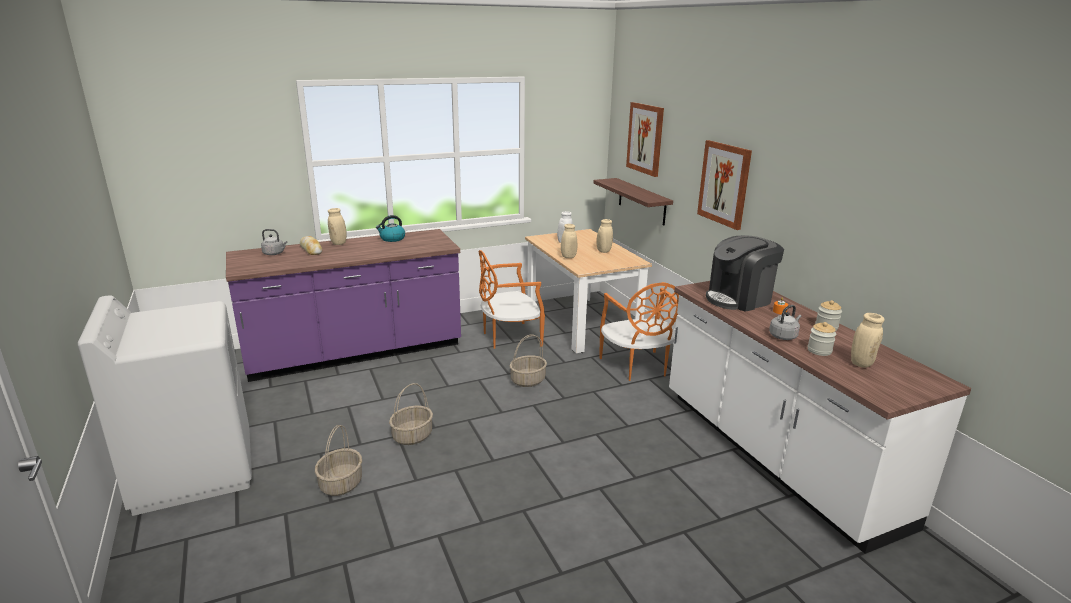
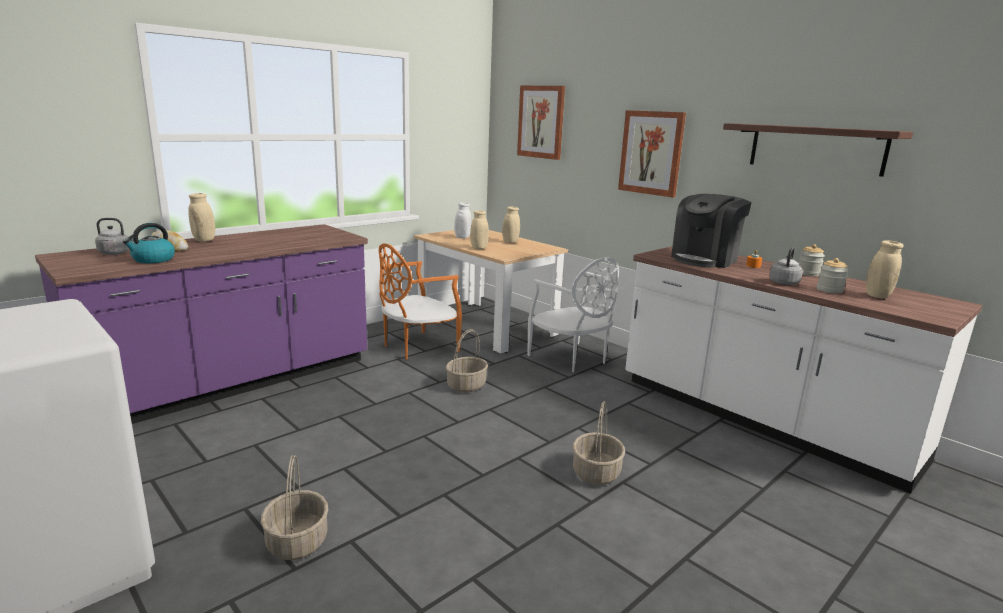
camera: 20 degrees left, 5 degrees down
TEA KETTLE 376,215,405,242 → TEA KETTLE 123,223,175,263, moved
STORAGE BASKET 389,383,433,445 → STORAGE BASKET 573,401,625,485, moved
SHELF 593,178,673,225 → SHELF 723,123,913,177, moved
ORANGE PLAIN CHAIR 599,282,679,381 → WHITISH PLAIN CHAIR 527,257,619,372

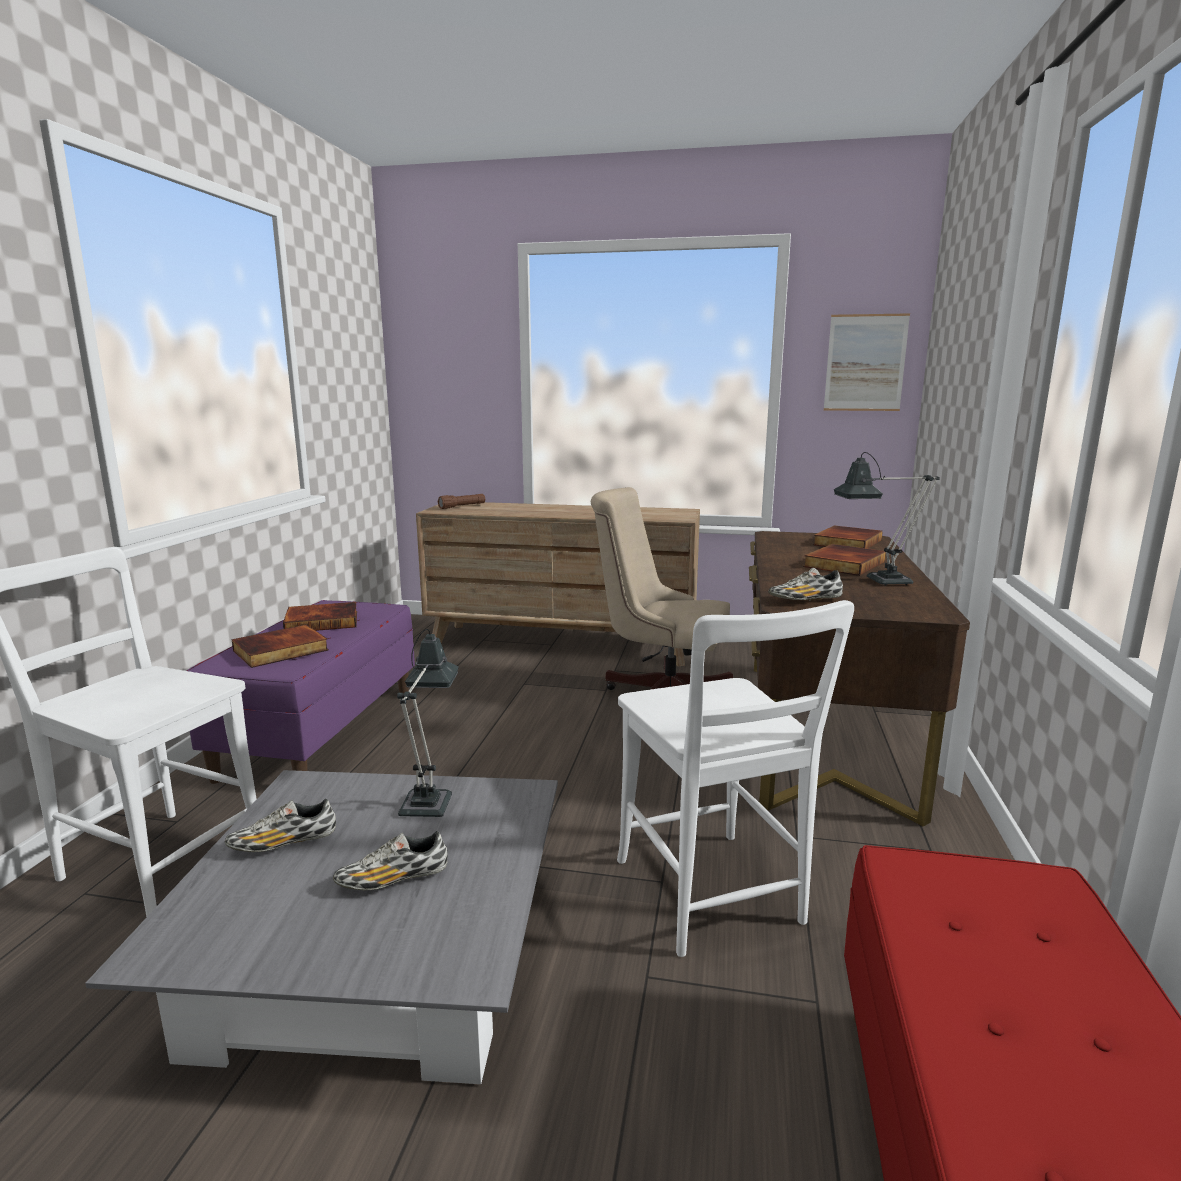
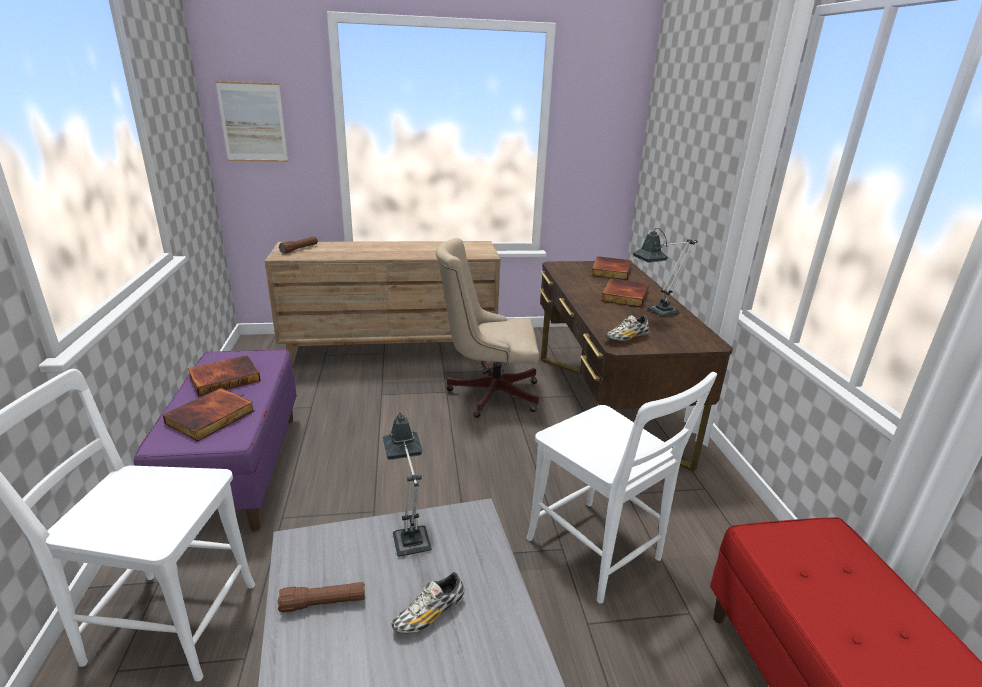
camera: 20 degrees left, 10 degrees up
SHOE 225,799,336,852 → BROWN-COLOURED HAND TORCH 277,582,365,613
WALL PICTURE 824,313,910,411 → WALL PICTURE 215,81,288,162, moved

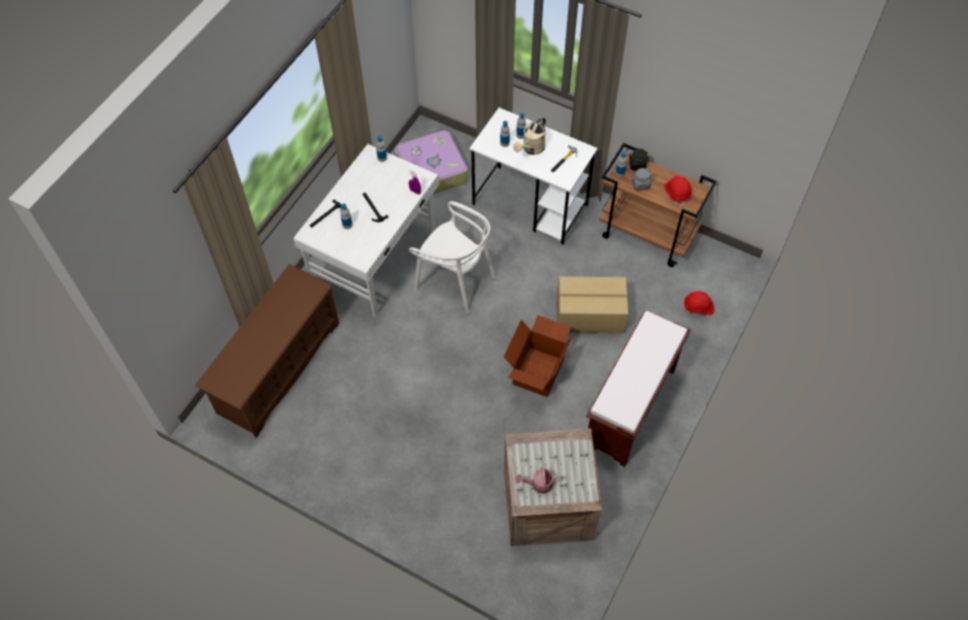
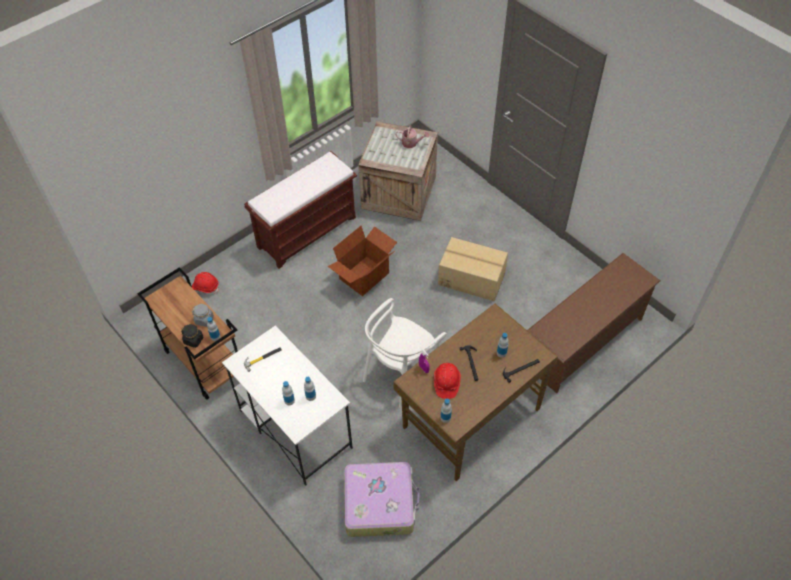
camera: 160 degrees left, 5 degrees down
WHITISH DESK TABLE 293,144,439,317 → BROWN-COLOURED DESK TABLE 393,304,558,481
WHITISH PLAIN CHAIR 409,201,496,312 → WHITISH PLAIN CHAIR 363,298,447,408, 105 degrees counterclockwise
BEIGE SPRINKLING CAN 513,117,546,155 → -
CARDBOARD BOX 557,276,629,333 → CARDBOARD BOX 438,237,508,301, moved
RED WORK HELMET 664,176,692,206 → RED WORK HELMET 434,363,461,399, moved

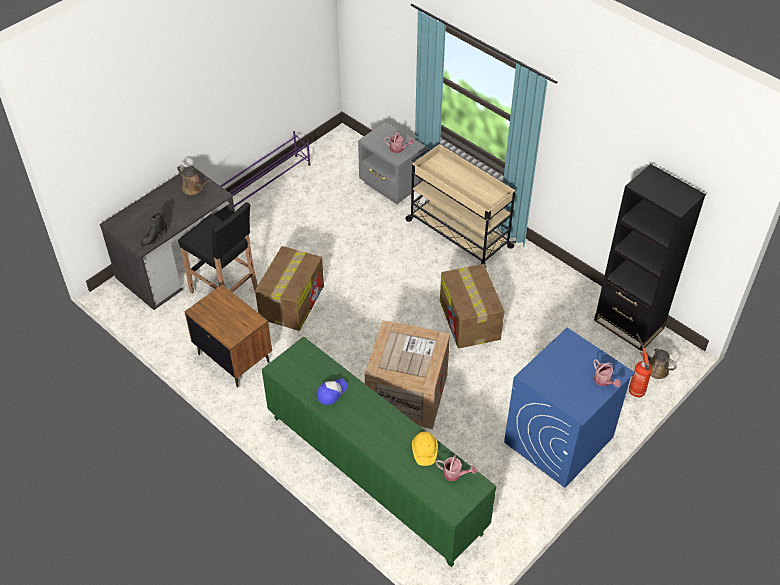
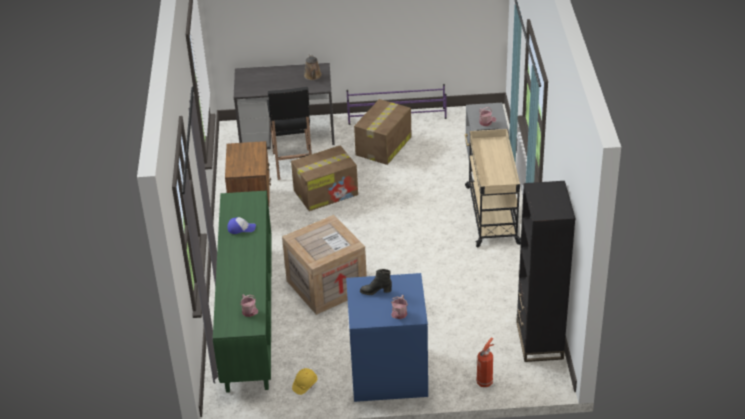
camera: 45 degrees right, 10 degrees down
BLACKISH TALL BOOT 141,213,167,247 → BLACKISH TALL BOOT 360,269,392,295, moved
YELLOWISH WORK HELMET 412,432,438,466 → YELLOWISH WORK HELMET 292,368,317,395, moved
CARDBOARD BOX 440,264,504,349 → CARDBOARD BOX 354,99,412,165, moved
BROWN-COLOURED SPRINKLING CAN 636,334,677,379 → -

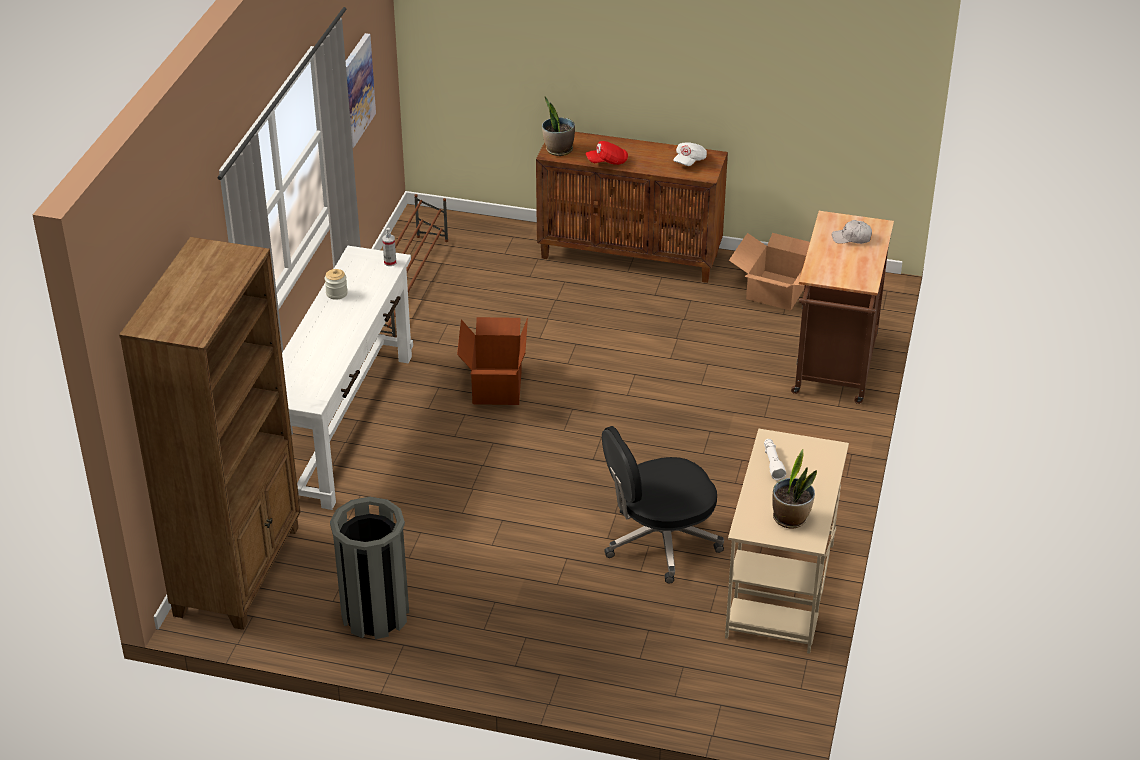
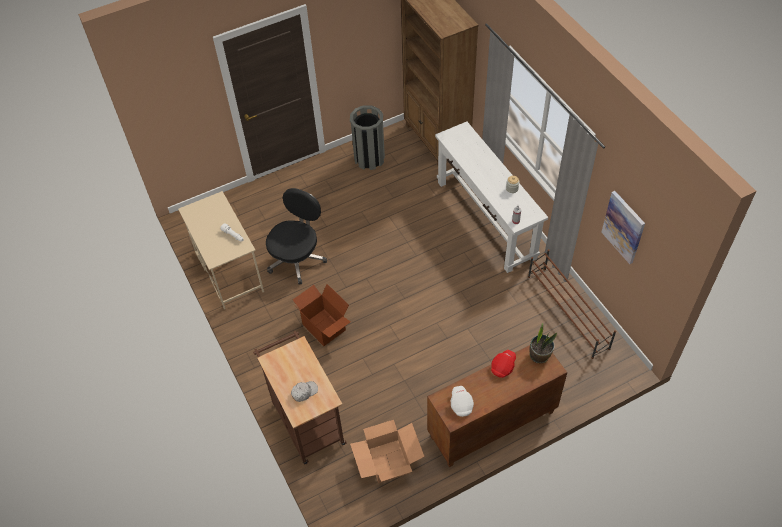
camera: 140 degrees right, 15 degrees up
CARDBOARD BOX 457,317,528,405 → CARDBOARD BOX 293,284,350,346, moved
PLANT IN A POT 772,449,817,529 → -

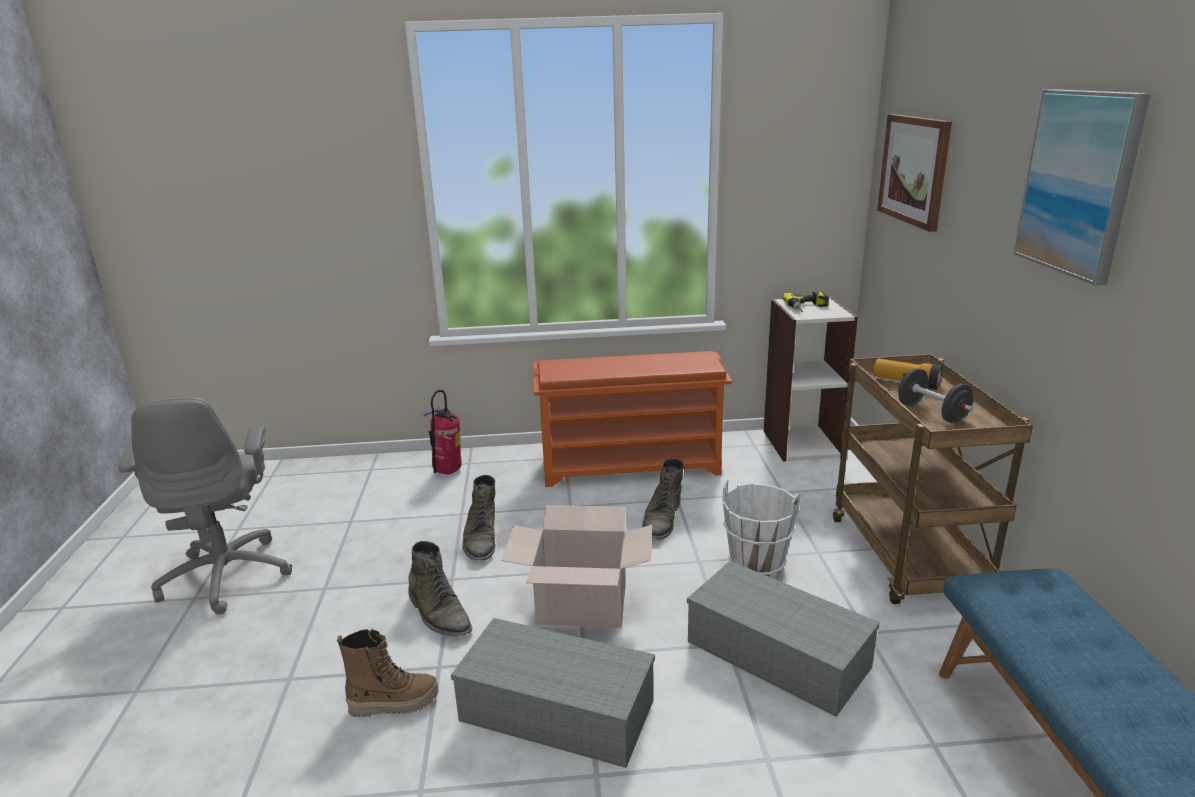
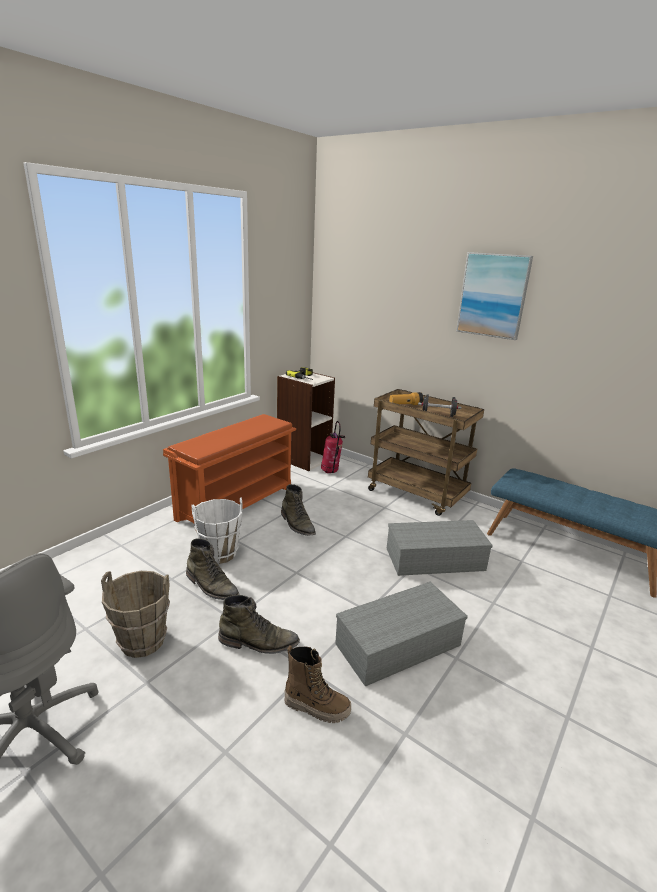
camera: 50 degrees left, 0 degrees up
TALL BOOT 337,629,439,717 → TALL BOOT 285,645,351,723, 75 degrees clockwise
EXTINGUISHER 423,390,462,475 → EXTINGUISHER 321,421,345,473, moved
CARDBOARD BOX 501,505,653,628 → -
WHITISH PAIL 722,480,800,579 → WHITISH PAIL 192,497,243,564, moved
WALL PICTURE 877,114,952,232 → -
- → BROWN-COLOURED PAIL 101,571,170,658

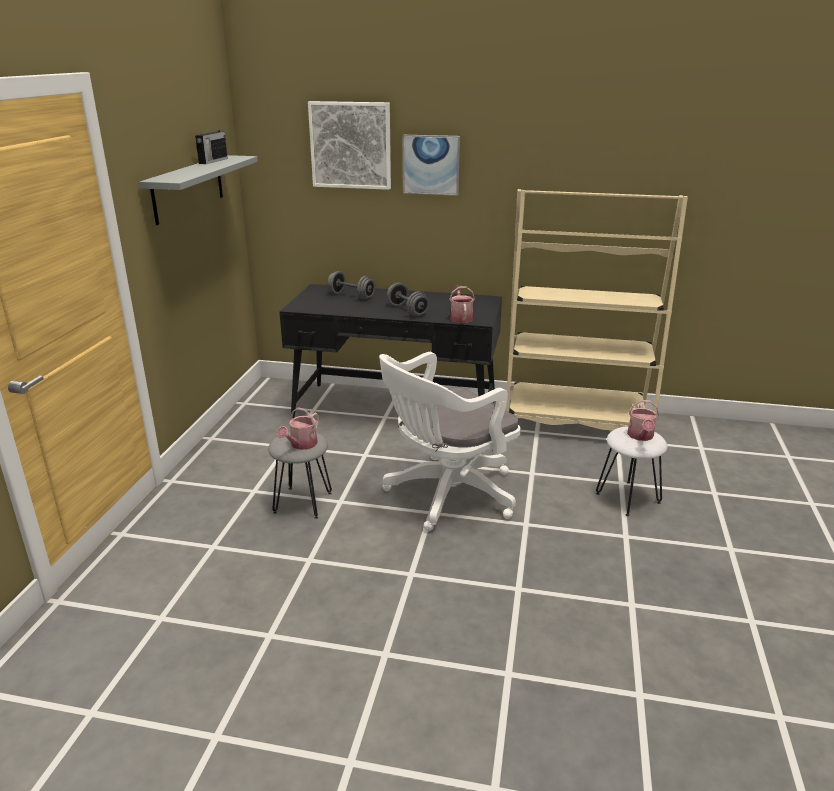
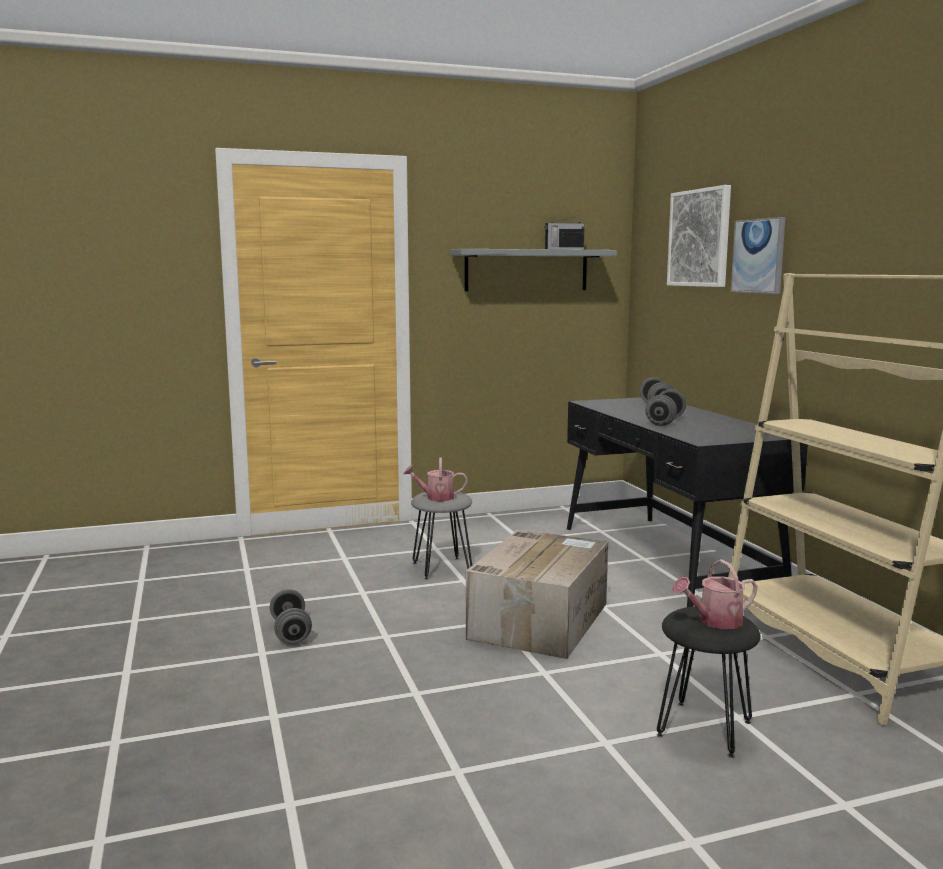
camera: 60 degrees right, 15 degrees down
WHITISH OFFICE CHAIR 379,352,521,531 → CARDBOARD BOX 466,530,608,659
SPRINKLING CAN 449,285,475,323 → -
WHITISH STOOL SEAT 596,426,667,516 → BLACKISH STOOL SEAT 657,607,761,758
- → GREYISH FREE WEIGHT 270,589,312,644

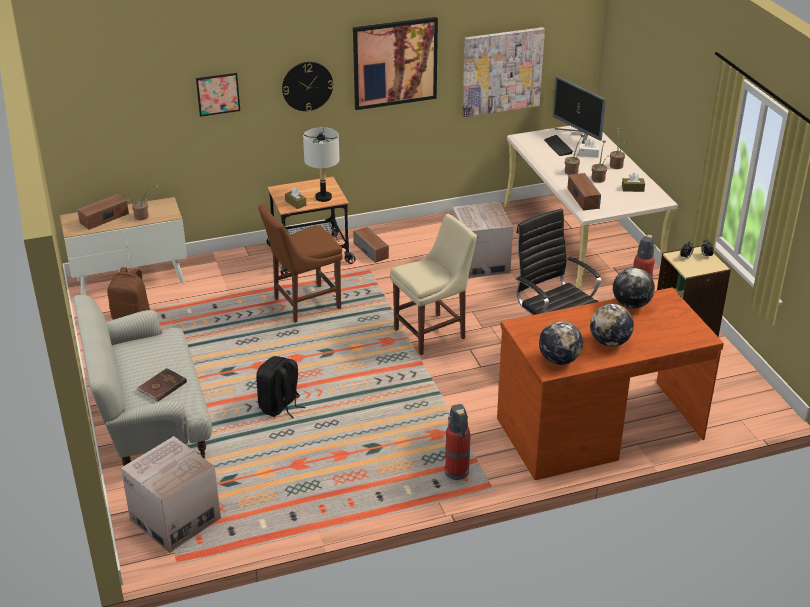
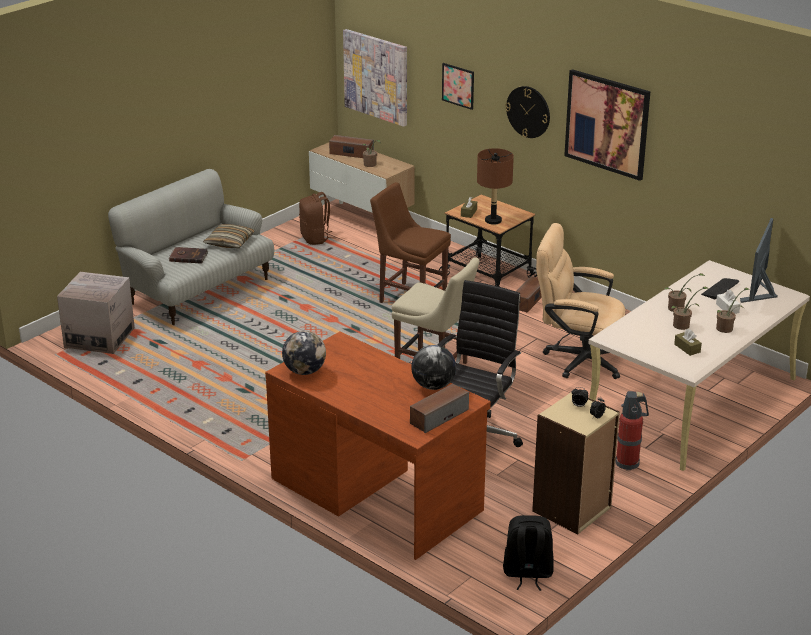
camera: 60 degrees right, 5 degrees down
BLACKISH KNAPSACK 256,356,305,418 → BLACKISH KNAPSACK 503,515,554,591, moved
GREYISH TABLE LAMP 303,127,340,202 → BROWN-COLOURED TABLE LAMP 477,148,514,225
EXTINGUISHER 445,404,471,480 → -
CARDBOARD BOX 452,202,513,278 → BEIGE OFFICE CHAIR 536,223,625,379
WALL PICTURE 462,27,545,117 → WALL PICTURE 343,29,407,127, moved
LOUDSPEAKER 567,173,601,211 → LOUDSPEAKER 410,384,469,433, moved
GLOBE 590,304,634,347 → -
- → THROW PILLOW 203,224,255,248

